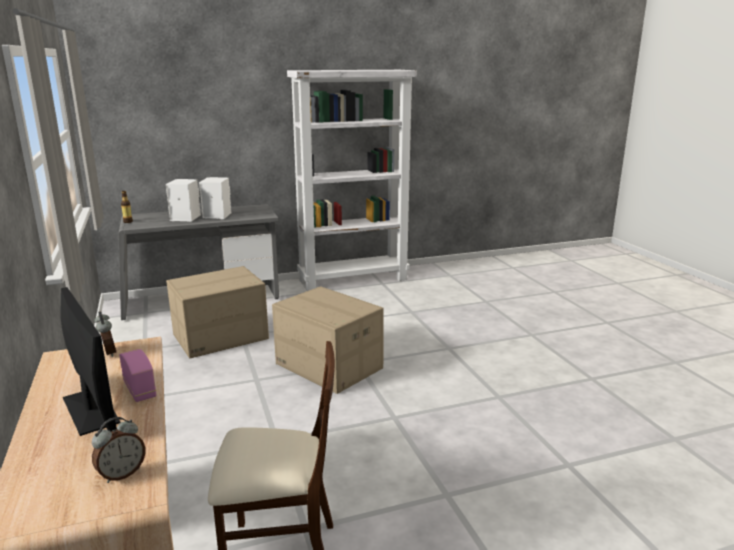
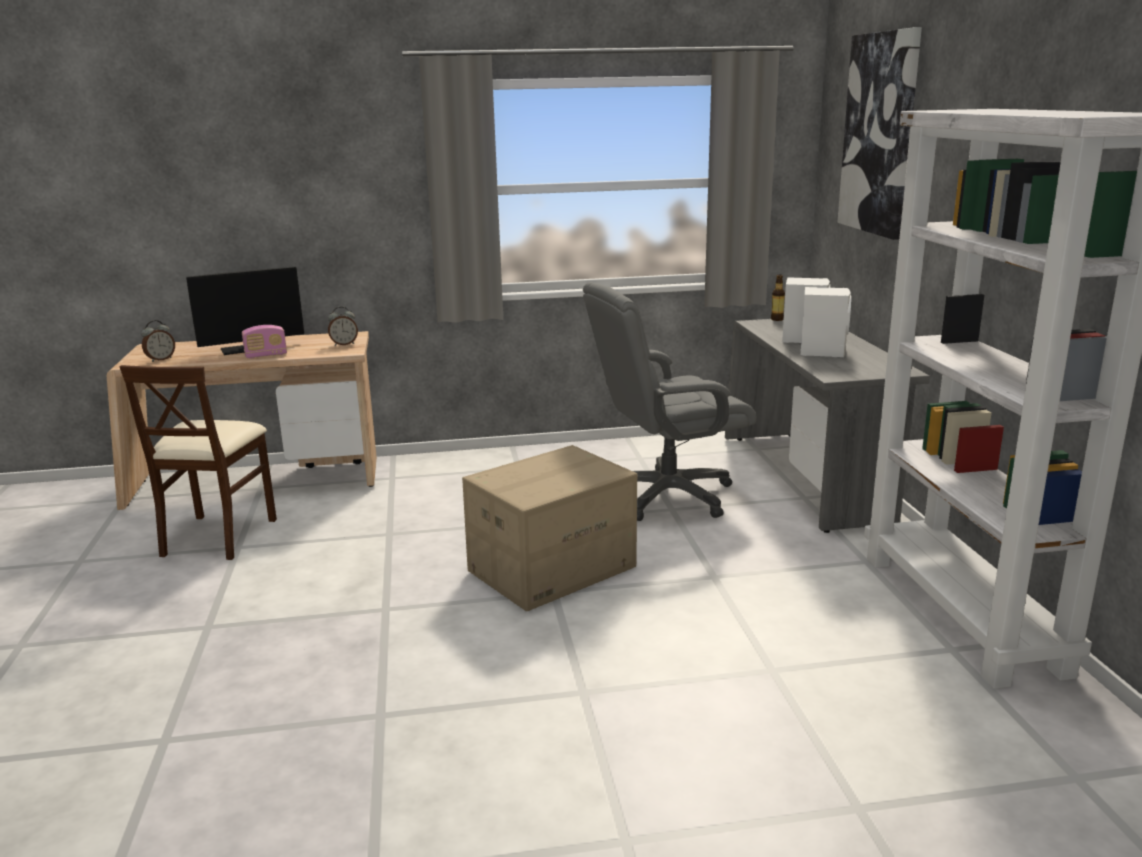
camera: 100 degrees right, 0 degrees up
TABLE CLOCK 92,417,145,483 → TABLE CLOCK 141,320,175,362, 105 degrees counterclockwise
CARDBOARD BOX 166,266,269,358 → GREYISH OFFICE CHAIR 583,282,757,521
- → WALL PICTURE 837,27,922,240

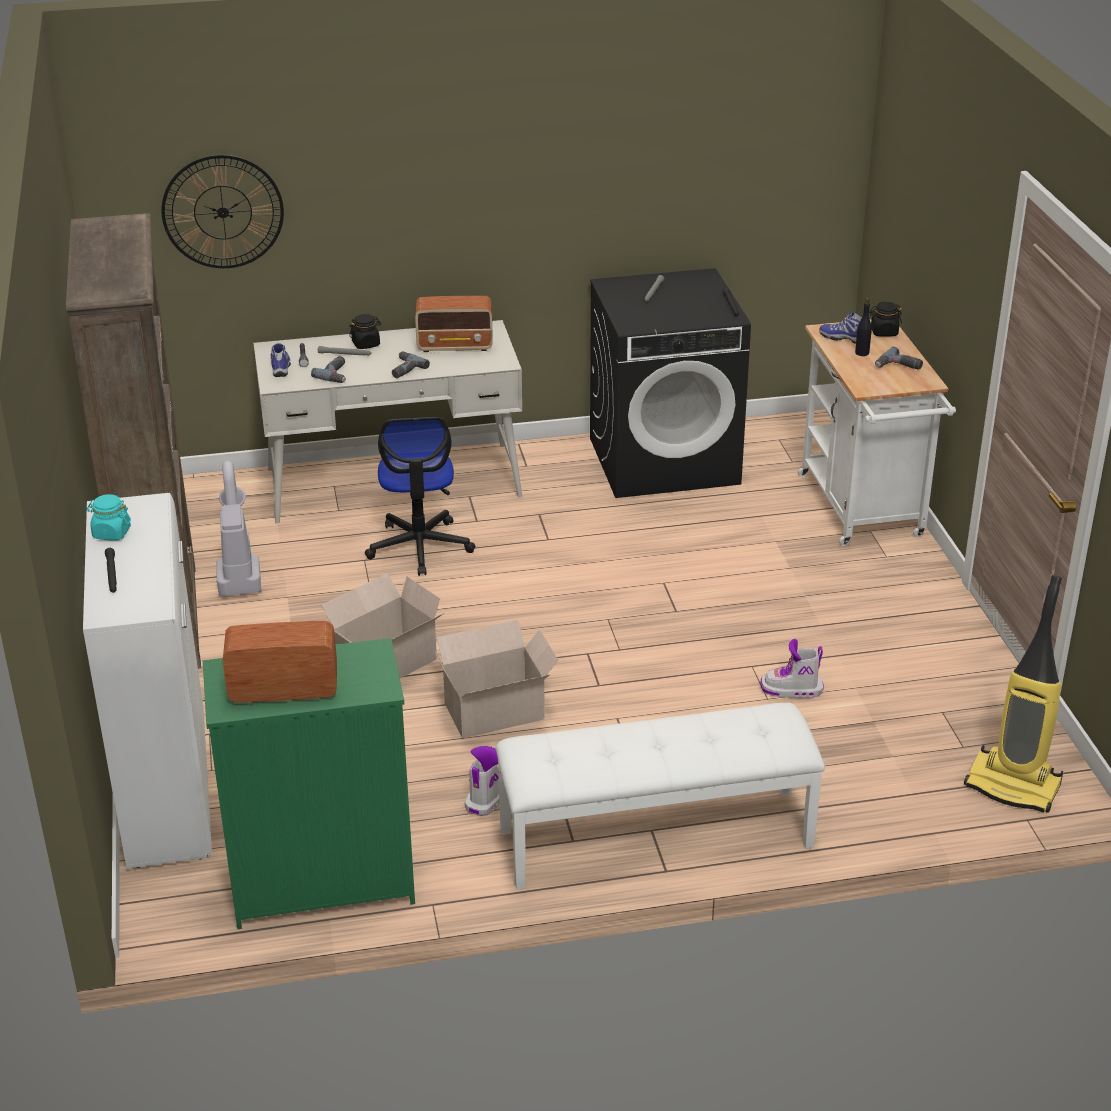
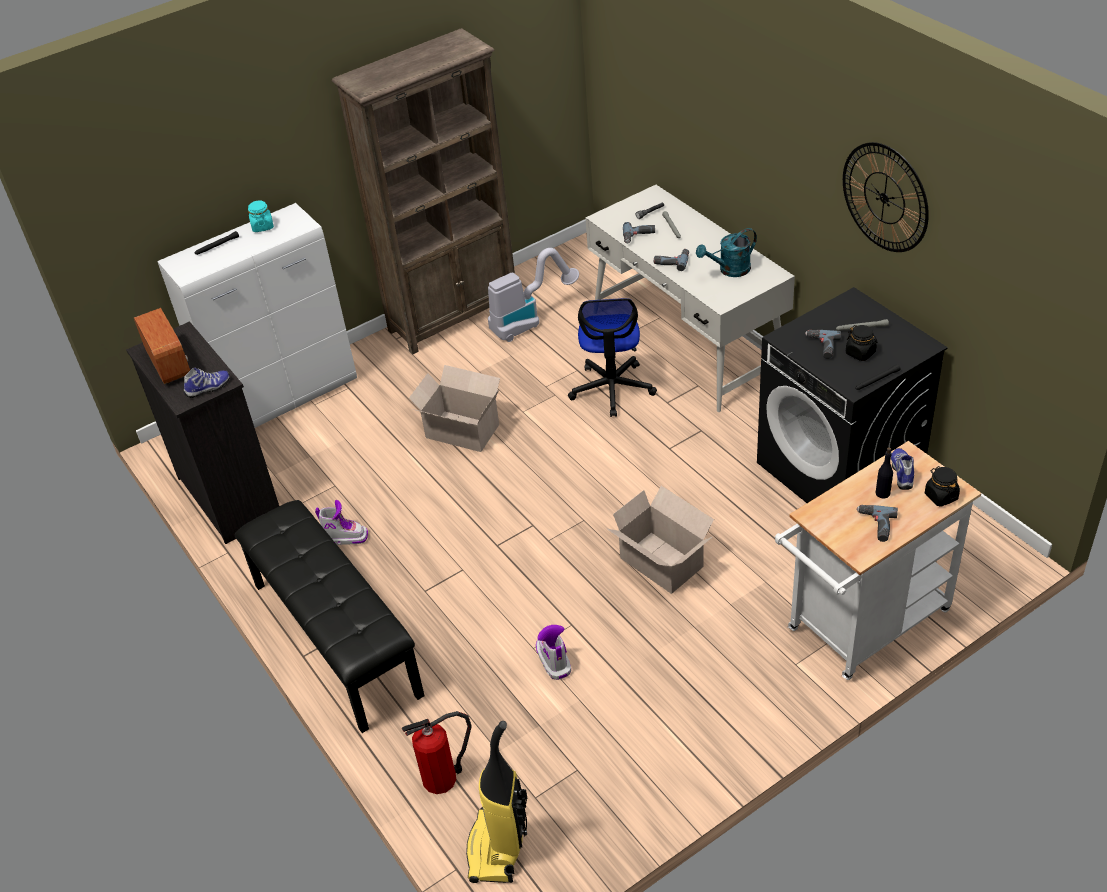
camera: 70 degrees right, 10 degrees up
HANGING CLOCK 161,155,284,268 → HANGING CLOCK 843,142,929,252, moved
GREENISH DRAWER CHEST 203,638,415,929 → BLACKISH DRAWER CHEST 126,321,279,544
SHOE 271,343,291,377 → SHOE 184,368,230,398, moved
BLACKISH JAR 349,314,381,349 → BLACKISH JAR 846,325,878,361, moved
OFFICE CHAIR 365,417,476,576 → OFFICE CHAIR 568,298,657,417, 60 degrees counterclockwise
RADIO 415,295,493,352 → TURQUOISE SPRINKLING CAN 696,228,757,277
CARDBOARD BOX 434,620,559,738 → CARDBOARD BOX 607,486,714,594, moved
WHITISH INDOOR BENCH 495,703,825,890 → BLACKISH INDOOR BENCH 235,500,425,733
- → EXTINGUISHER 402,711,472,794
- → ELECTRIC DRILL 805,330,841,359

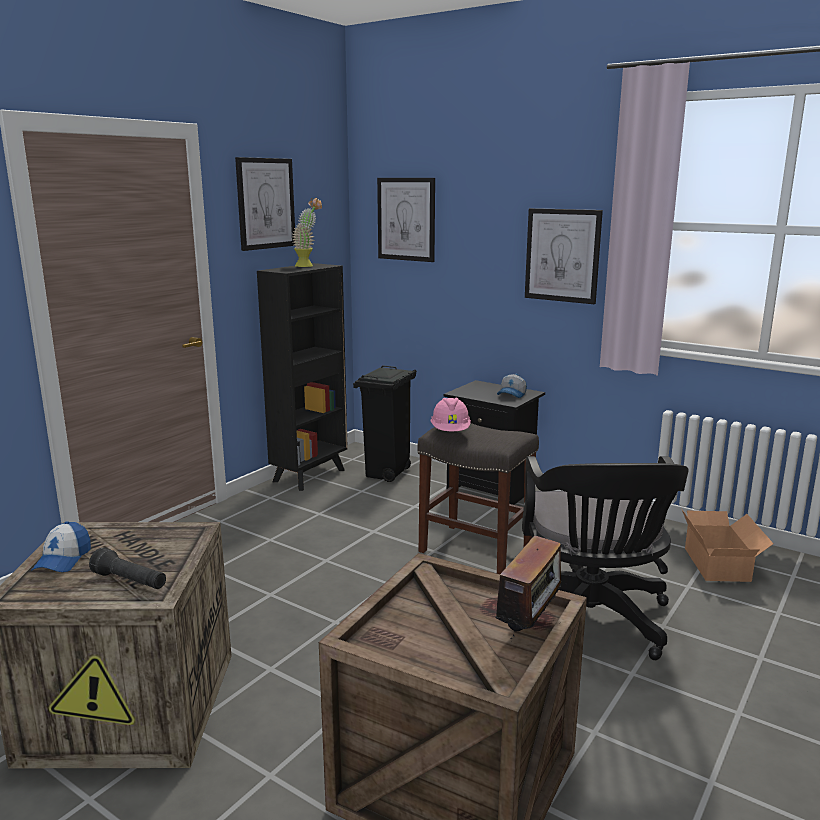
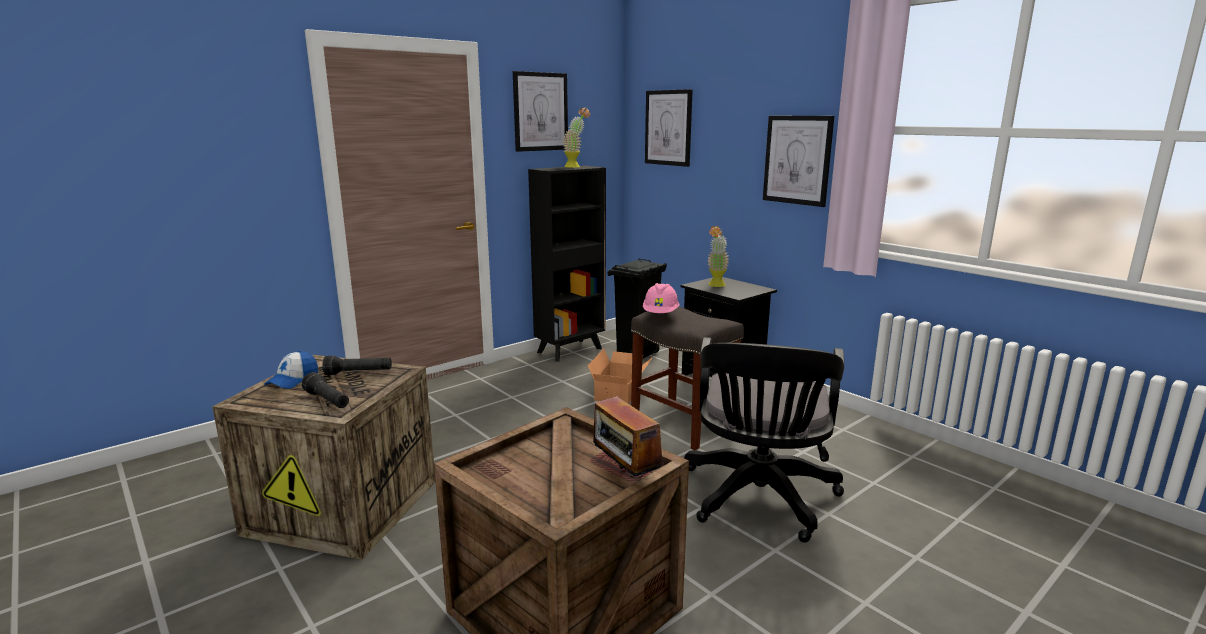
camera: 15 degrees right, 0 degrees up
RADIO 495,535,567,639 → RADIO 593,388,663,479, 105 degrees clockwise
PEAKED CAP 497,374,527,398 → -
CARDBOARD BOX 682,510,774,582 → CARDBOARD BOX 588,349,653,404, moved
- → BLACKISH HAND TORCH 322,356,392,375
- → PLANT IN A POT 707,226,729,287

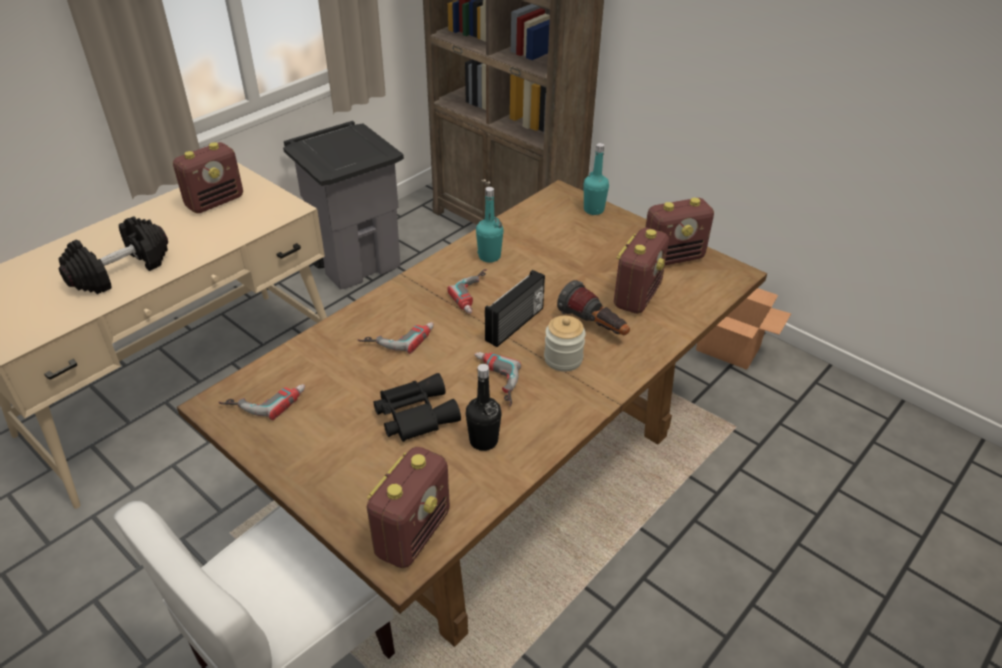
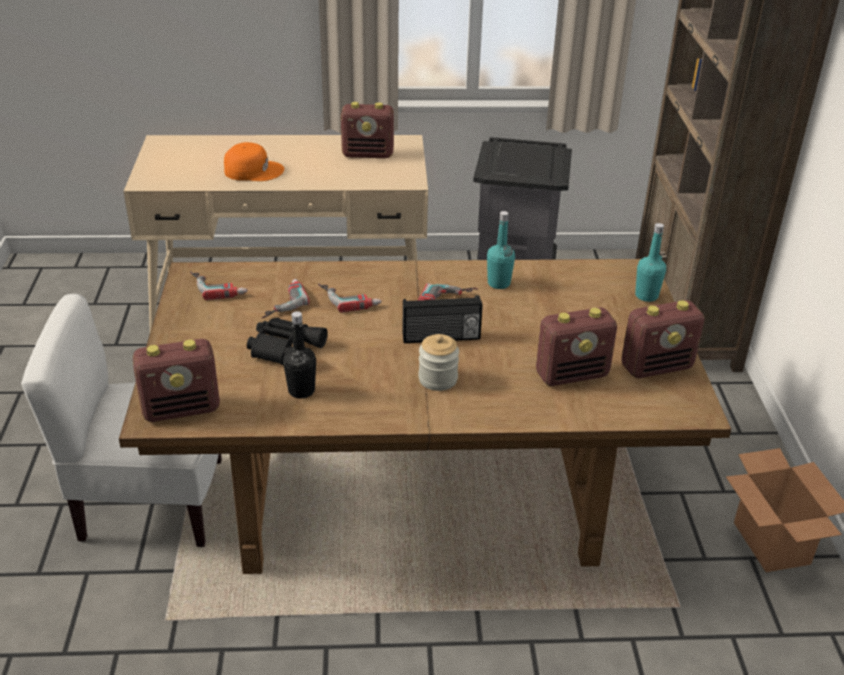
camera: 45 degrees right, 5 degrees down
BLACKISH FREE WEIGHT 59,217,168,294 → ORANGE PEAKED CAP 224,142,284,181
ELECTRIC DRILL 474,352,521,406 → ELECTRIC DRILL 262,279,310,318, moved
HAND TORCH 557,280,630,335 → -
RADIO 645,198,714,265 → RADIO 621,300,704,378, 45 degrees counterclockwise

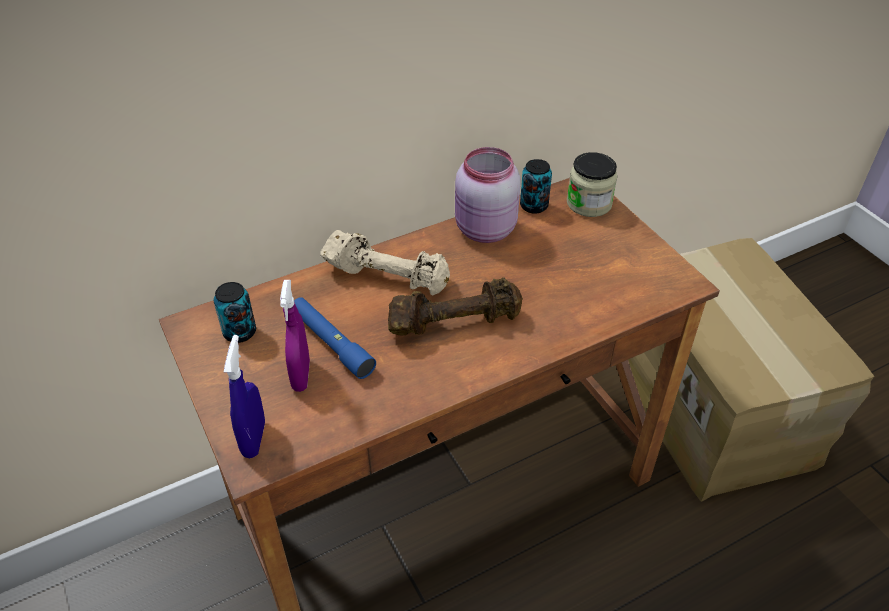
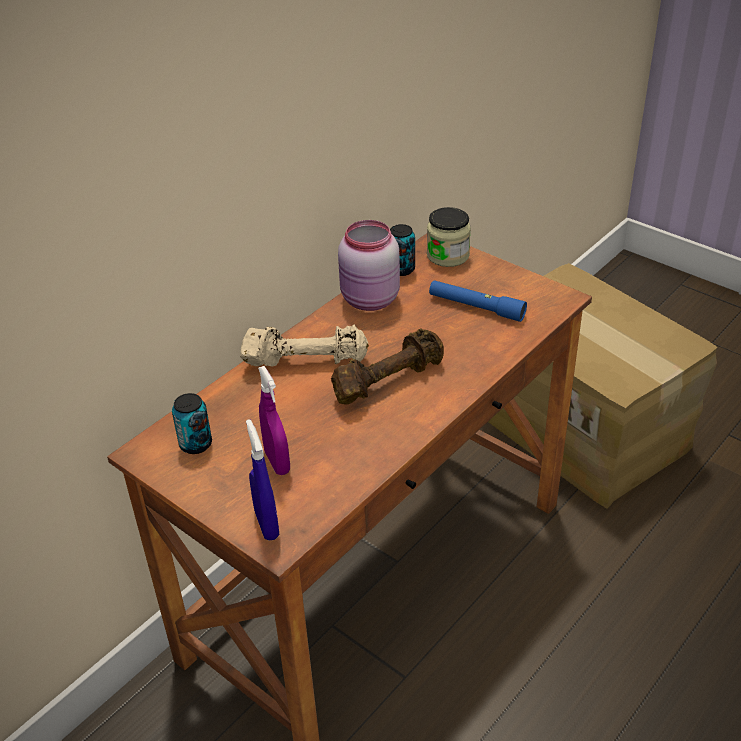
camera: 20 degrees left, 5 degrees down
BLUISH HAND TORCH 294,297,376,379 → BLUISH HAND TORCH 429,280,527,322, moved

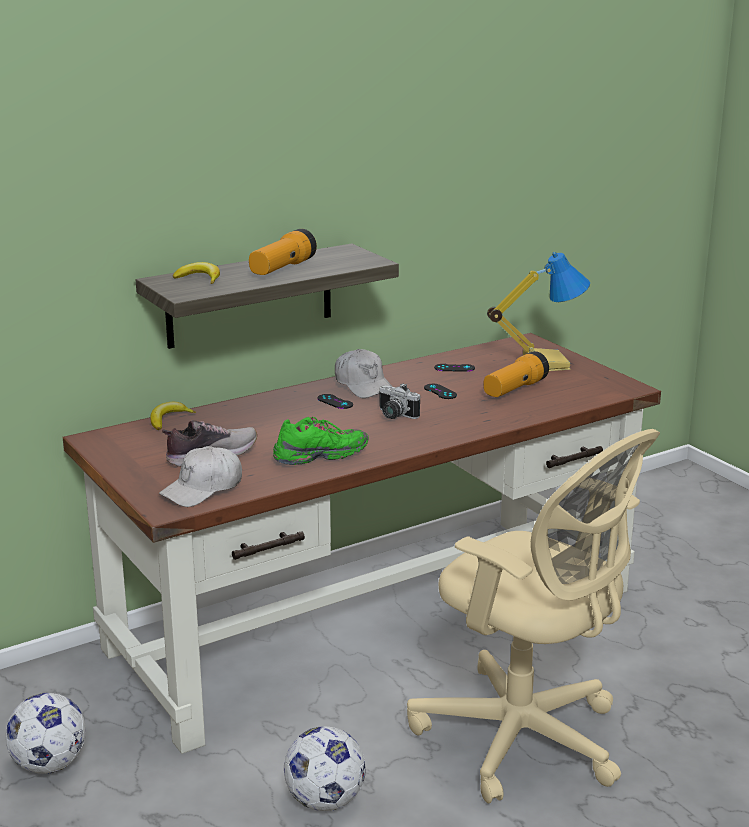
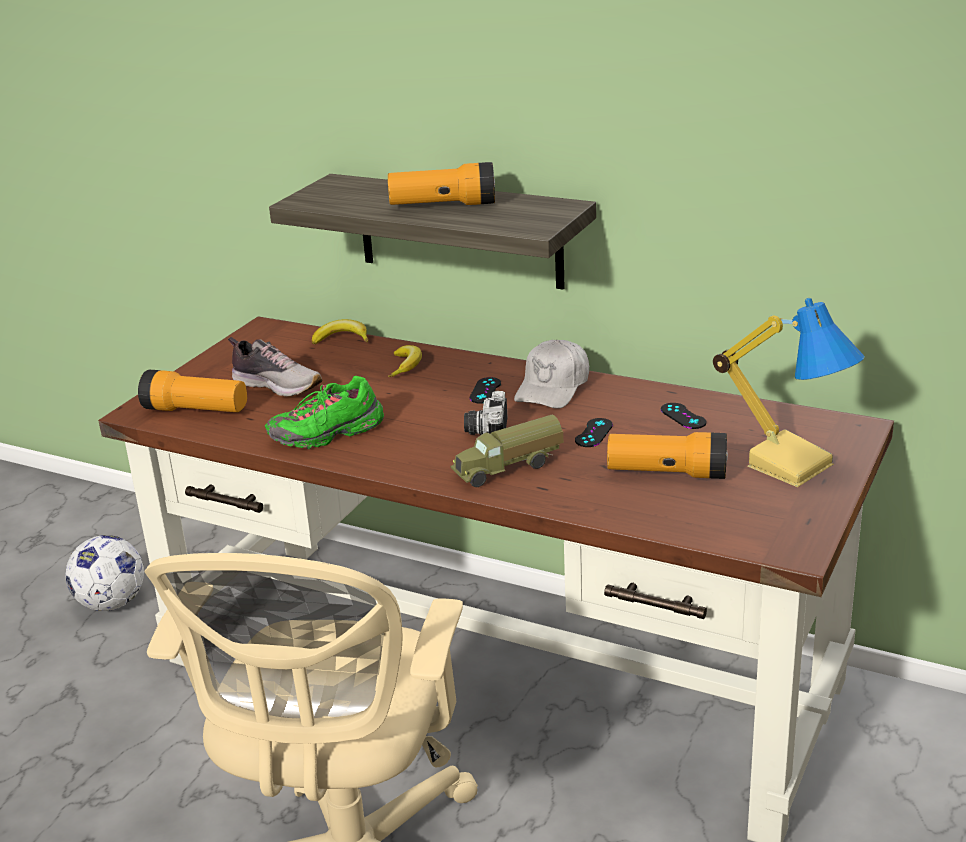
camera: 60 degrees right, 5 degrees up
WHITISH PEAKED CAP 159,446,242,507 → HAND TORCH 138,370,247,412
WHOLE BANANA 173,262,220,284 → WHOLE BANANA 388,345,422,377, moved
GREENISH SHOE 273,417,369,465 → GREENISH SHOE 265,376,384,449, 120 degrees clockwise
BALL FOR FOOTBALL 284,726,365,811 → -
- → TOY TRUCK 450,415,563,487

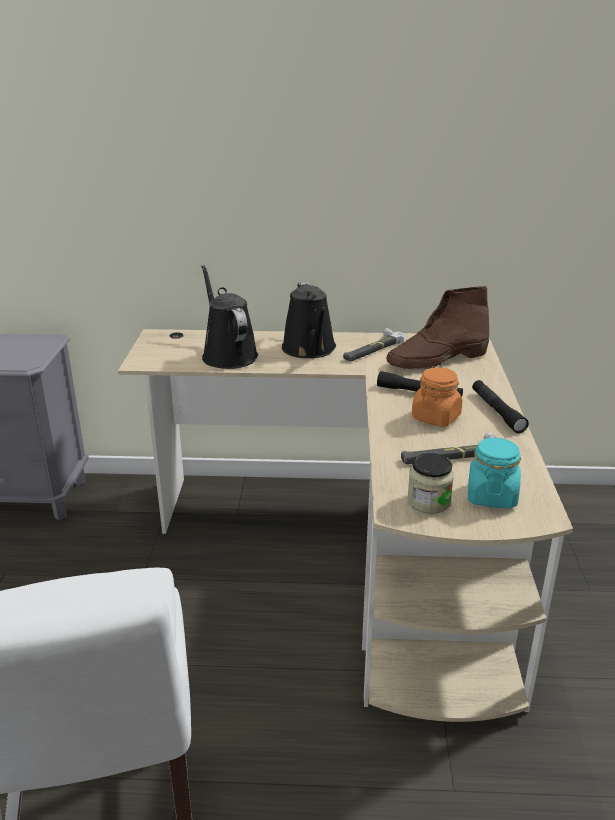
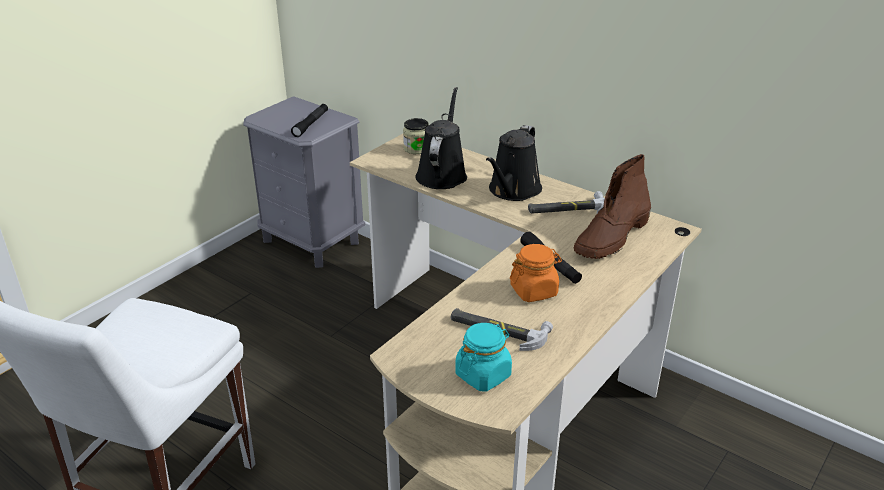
camera: 35 degrees right, 5 degrees up
BROWN-COLOURED TALL BOOT 386,286,489,370 → BROWN-COLOURED TALL BOOT 574,154,651,259, 60 degrees counterclockwise
JAR 407,453,454,514 → JAR 403,118,428,154, moved
BLACKISH HAND TORCH 472,380,529,433 → BLACKISH HAND TORCH 291,104,328,137, moved

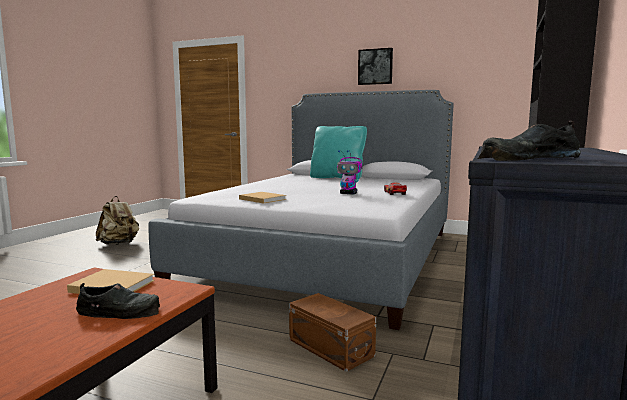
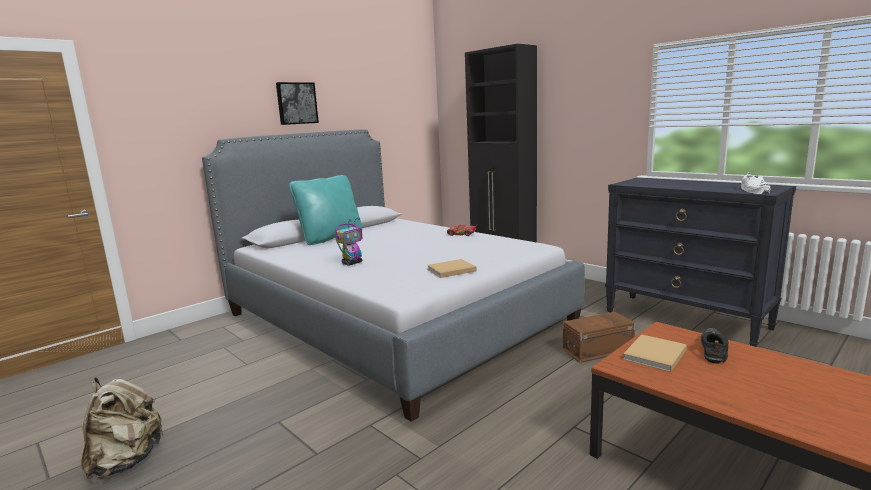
camera: 65 degrees left, 5 degrees up
MODEL ROBOT 337,150,362,194 → MODEL ROBOT 335,218,363,266, moved
BLACKISH SHOE 478,121,581,161 → WHITISH SHOE 741,172,771,194

